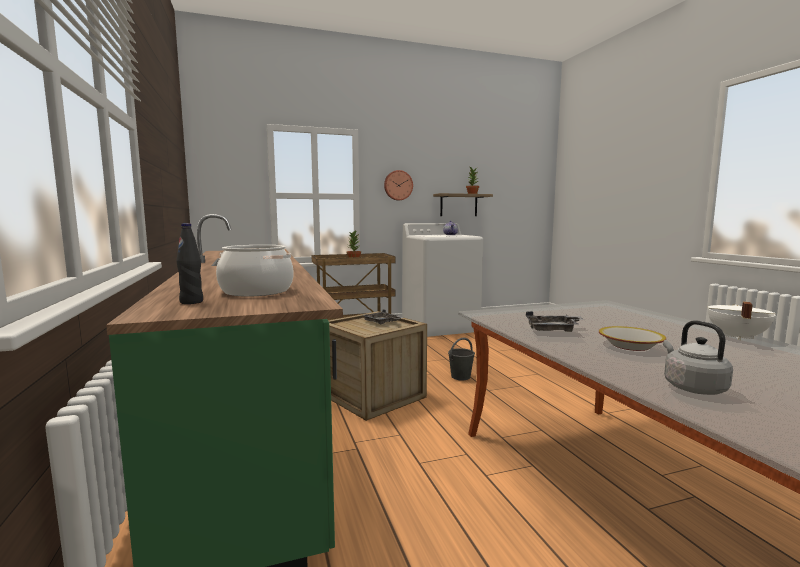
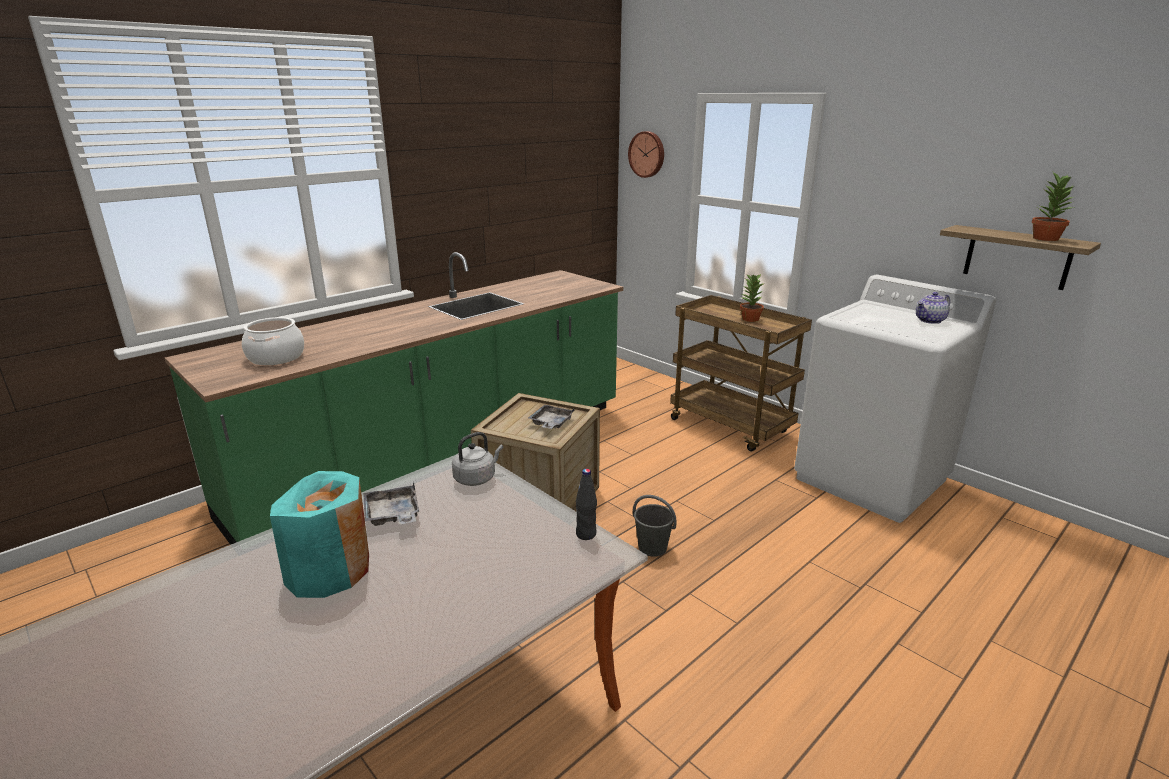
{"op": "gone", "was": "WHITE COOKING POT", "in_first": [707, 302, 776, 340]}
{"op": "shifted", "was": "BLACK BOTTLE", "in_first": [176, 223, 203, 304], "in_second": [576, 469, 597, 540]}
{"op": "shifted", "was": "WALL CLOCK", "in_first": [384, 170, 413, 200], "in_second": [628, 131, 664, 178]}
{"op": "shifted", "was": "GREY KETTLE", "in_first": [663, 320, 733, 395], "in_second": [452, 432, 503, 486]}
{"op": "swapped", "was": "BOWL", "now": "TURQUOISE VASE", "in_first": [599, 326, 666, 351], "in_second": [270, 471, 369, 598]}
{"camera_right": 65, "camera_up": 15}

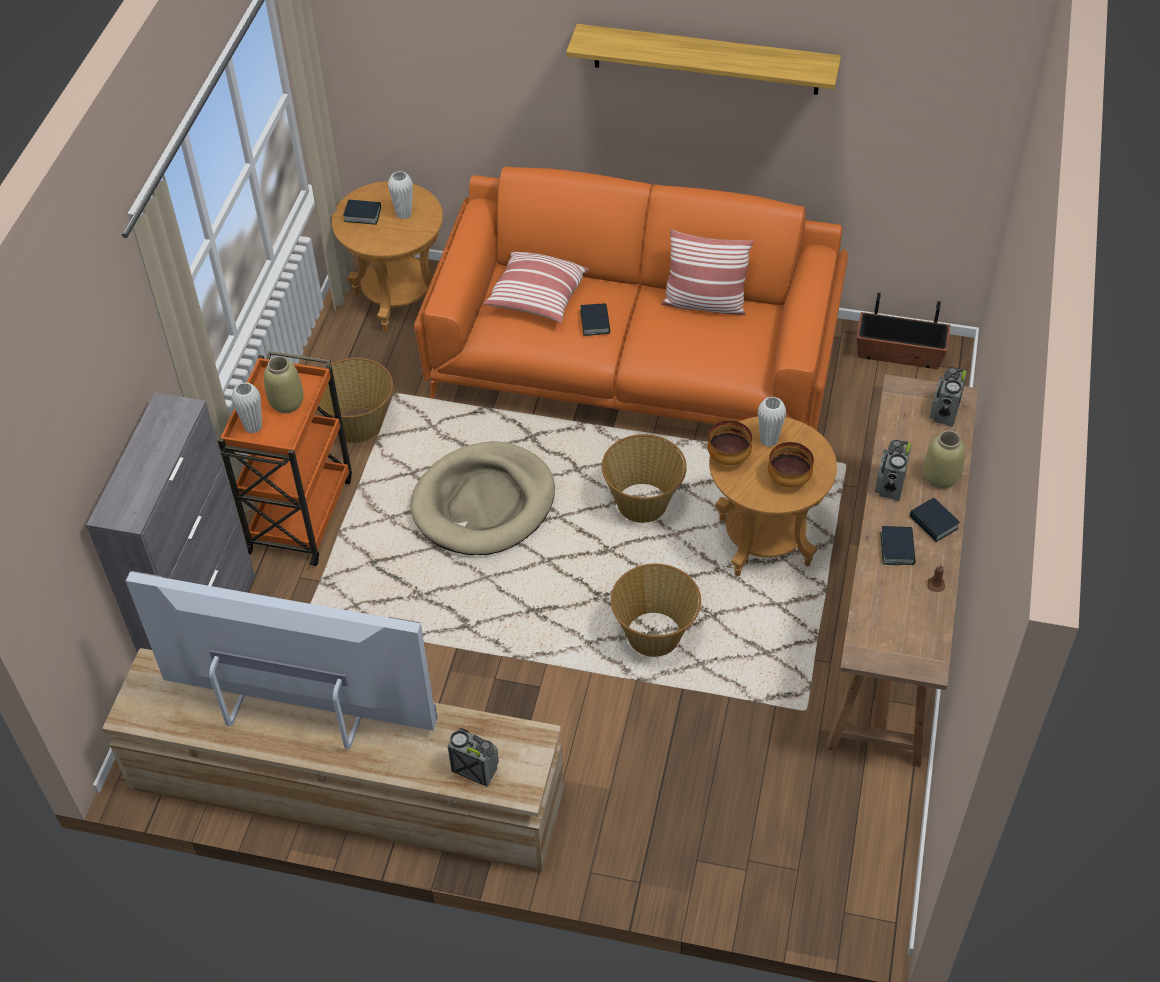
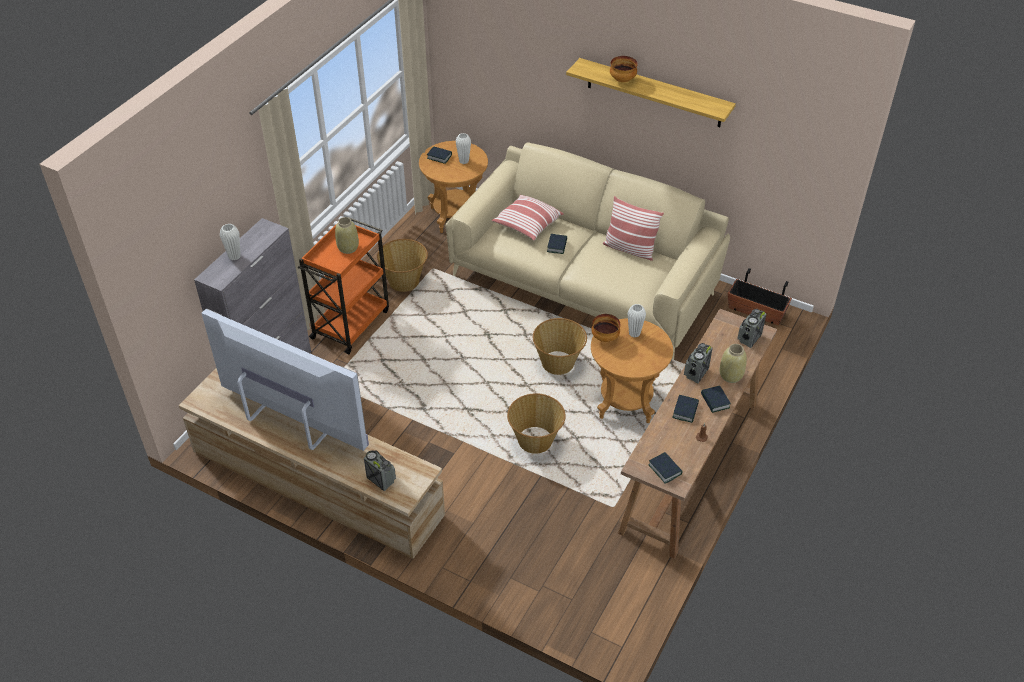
{"op": "gone", "was": "BEIGE DOG BED", "in_first": [410, 442, 555, 555]}
{"op": "new", "now": "BOOK", "in_second": [648, 452, 682, 484]}
{"op": "shifted", "was": "WHITE VASE", "in_first": [232, 382, 262, 434], "in_second": [220, 224, 241, 260]}
{"op": "shifted", "was": "BOWL", "in_first": [768, 442, 814, 487], "in_second": [610, 56, 638, 82]}
{"op": "repainted", "was": "ORANGE SOFA", "now": "BEIGE SOFA", "in_first": [414, 166, 848, 431], "in_second": [446, 142, 730, 360]}
{"camera_right": 15, "camera_up": -5}

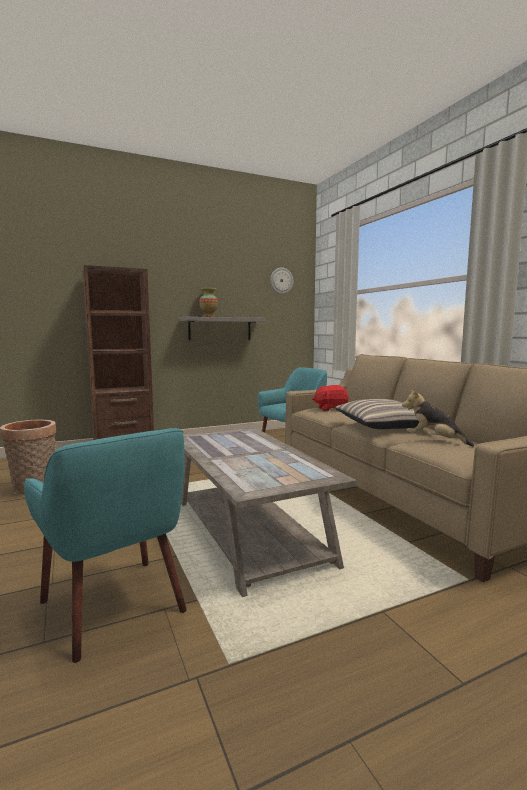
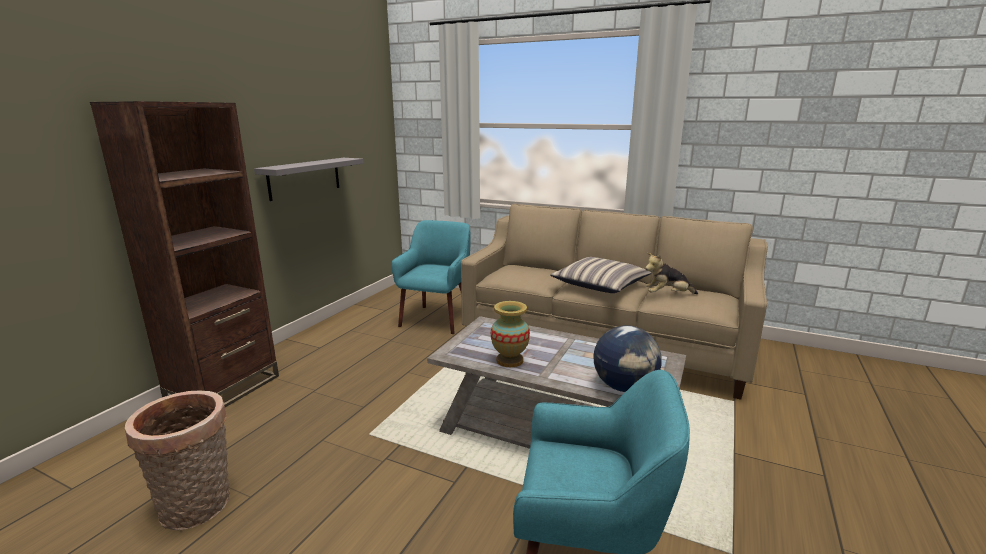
{"op": "gone", "was": "WALL CLOCK", "in_first": [270, 267, 293, 294]}
{"op": "gone", "was": "RED PLUSH TOY", "in_first": [312, 385, 349, 411]}
{"op": "new", "now": "GLOBE", "in_second": [593, 326, 662, 392]}
{"op": "shifted", "was": "VASE", "in_first": [199, 287, 218, 317], "in_second": [491, 301, 530, 367]}
{"camera_right": -40, "camera_up": 10}

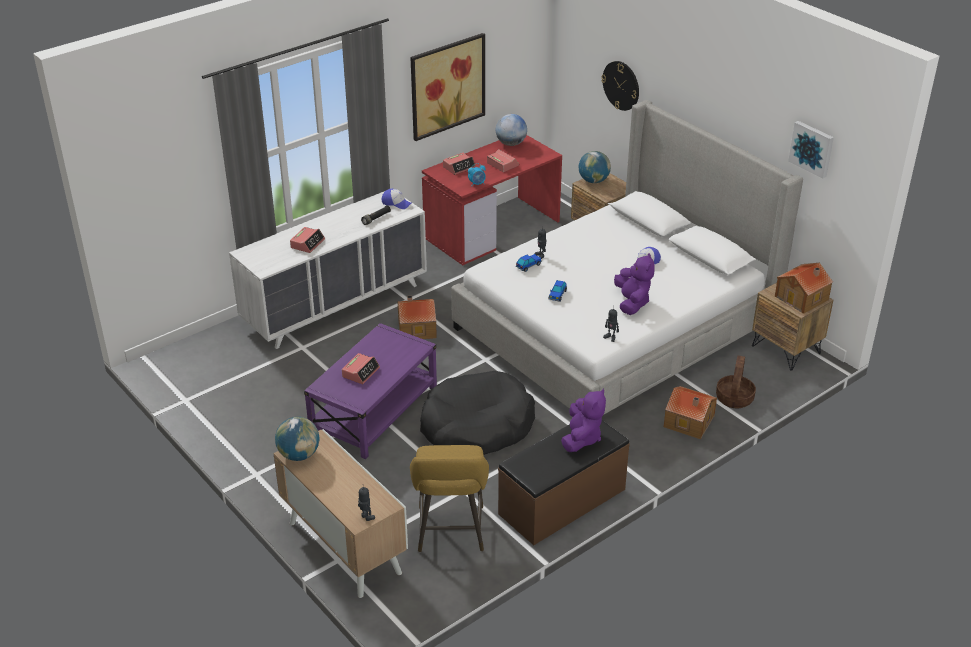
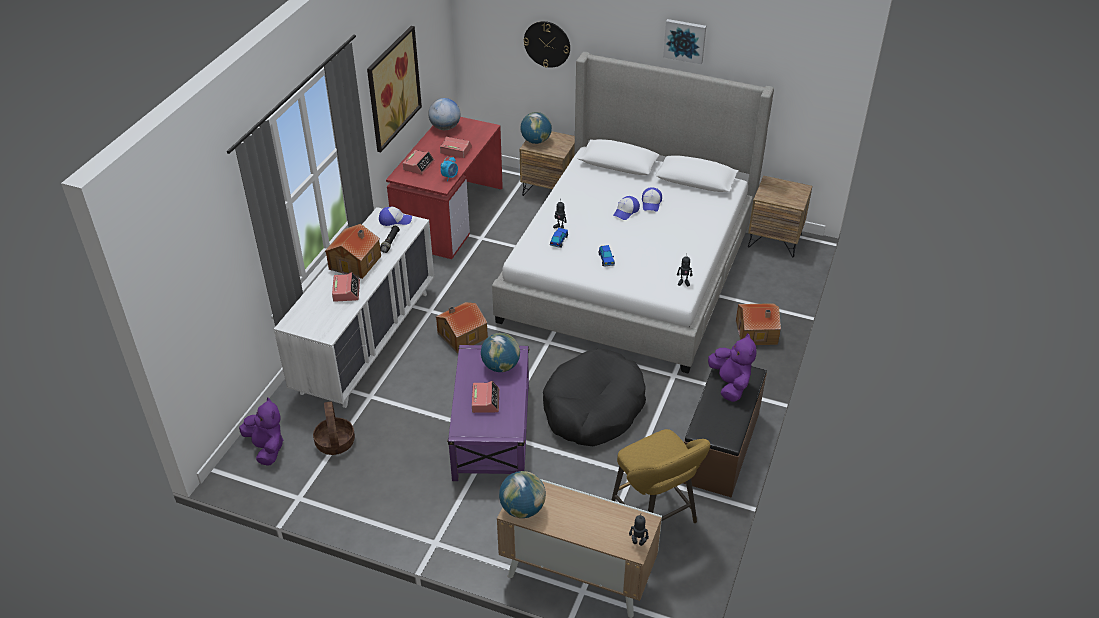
{"op": "new", "now": "GLOBE", "in_second": [481, 333, 520, 372]}
{"op": "new", "now": "CAP", "in_second": [613, 196, 640, 220]}
{"op": "shifted", "was": "PURPLE PLUSH TOY", "in_first": [614, 253, 655, 315], "in_second": [239, 397, 284, 466]}
{"op": "shifted", "was": "BASKET", "in_first": [716, 356, 756, 408], "in_second": [313, 401, 355, 455]}
{"op": "shifted", "was": "TOY HOUSE", "in_first": [775, 263, 833, 314], "in_second": [325, 224, 381, 279]}
{"op": "shifted", "was": "PICTURE", "in_first": [788, 121, 834, 178], "in_second": [663, 19, 706, 64]}
{"camera_right": -30, "camera_up": 5}

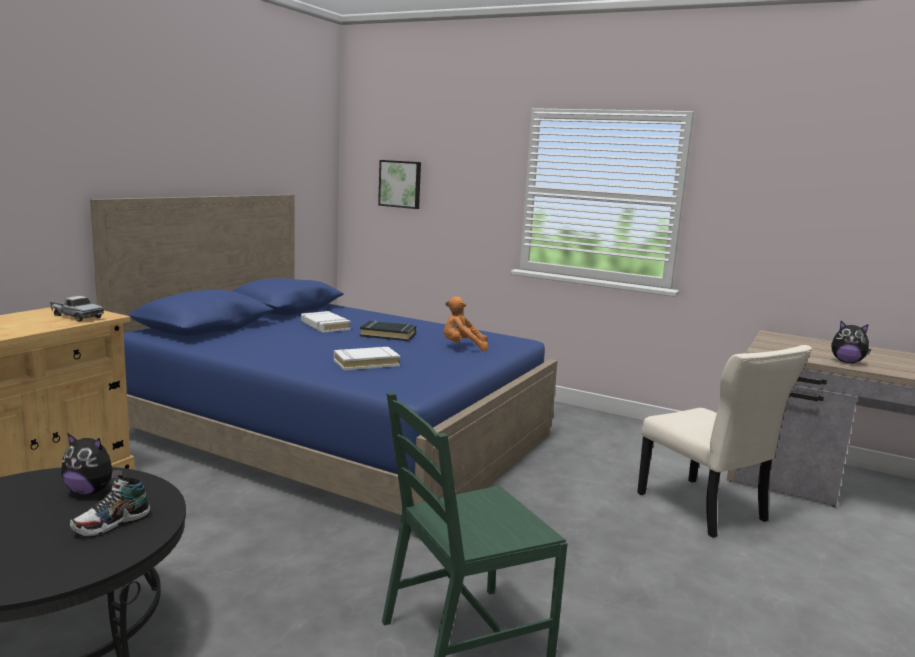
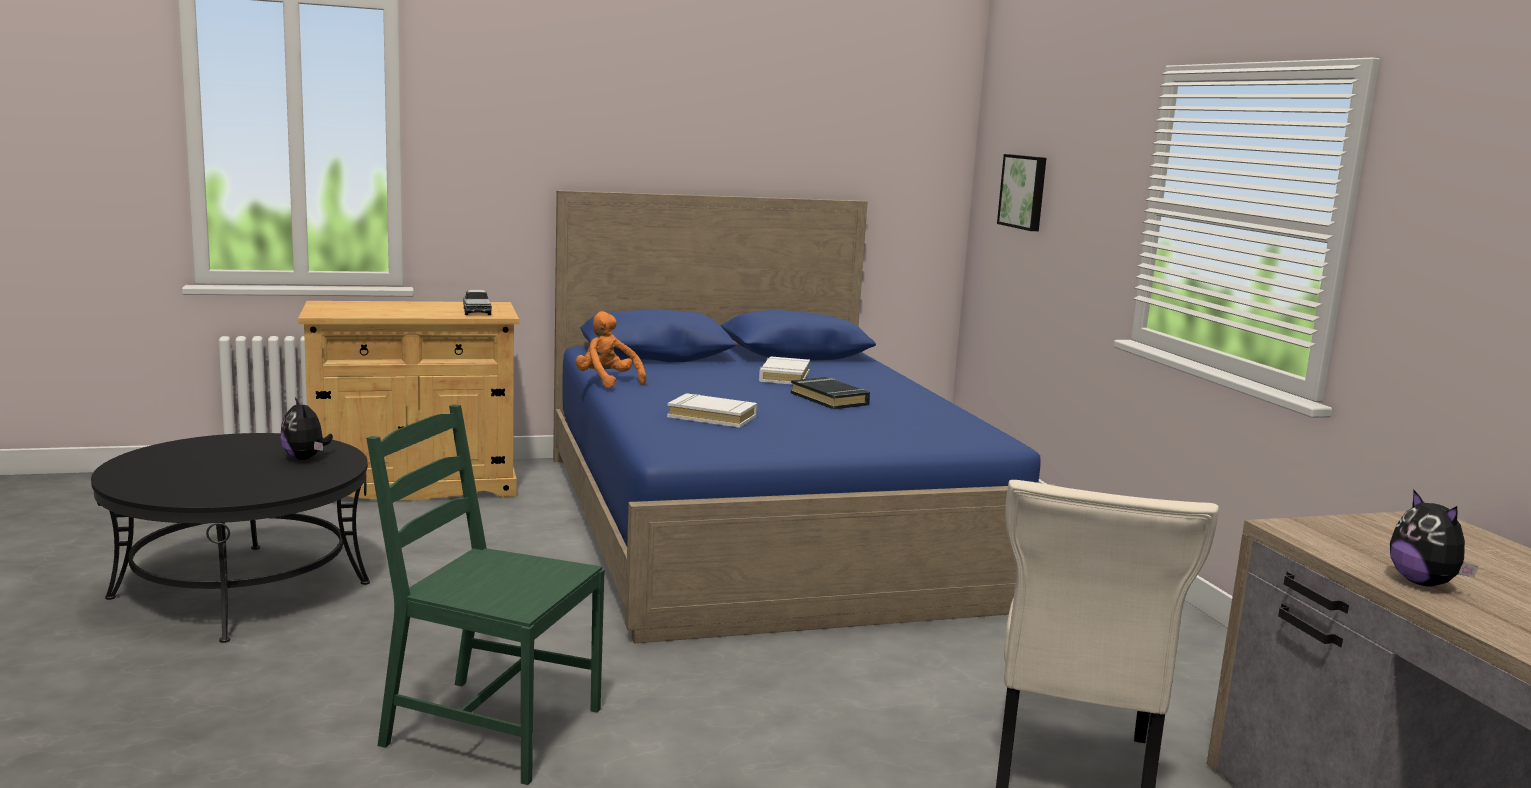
{"op": "gone", "was": "SHOE", "in_first": [70, 475, 150, 537]}
{"op": "shifted", "was": "ORANGE PLUSH TOY", "in_first": [444, 296, 488, 351], "in_second": [575, 311, 647, 388]}
{"camera_right": 45, "camera_up": 0}

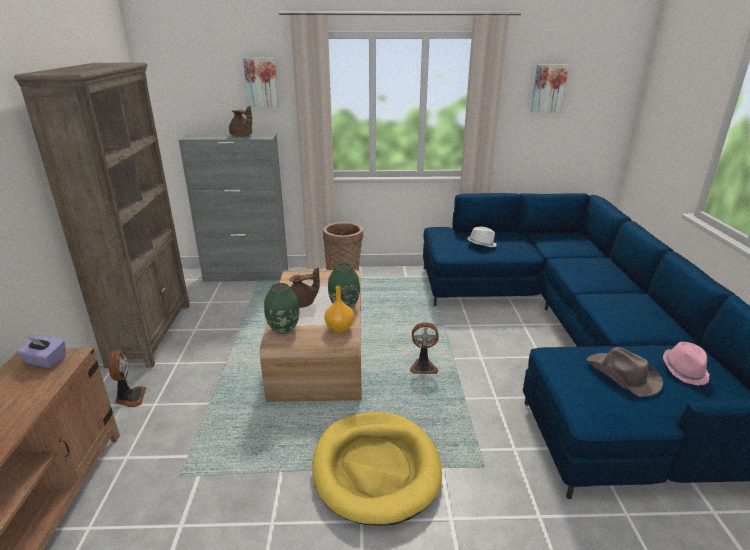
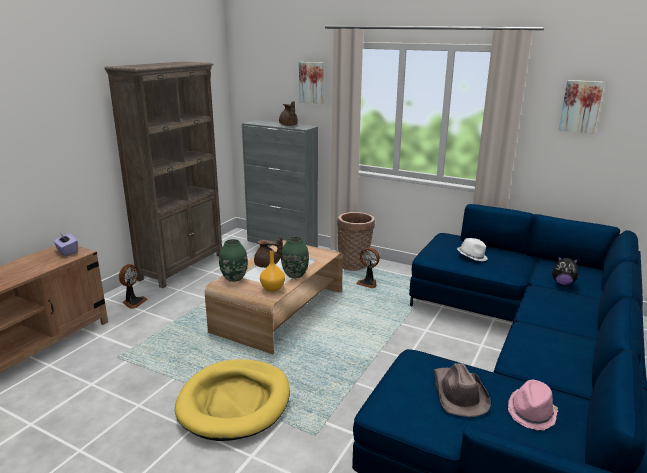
{"op": "new", "now": "PLUSH TOY", "in_second": [552, 256, 579, 285]}
{"op": "shifted", "was": "FAN", "in_first": [410, 322, 439, 374], "in_second": [356, 247, 380, 288]}
{"camera_right": 30, "camera_up": -5}

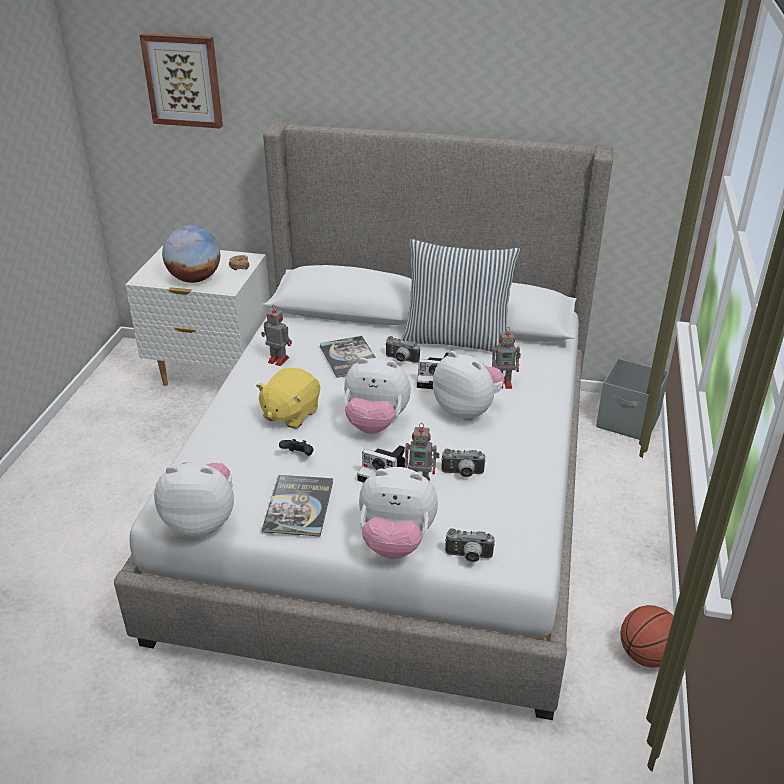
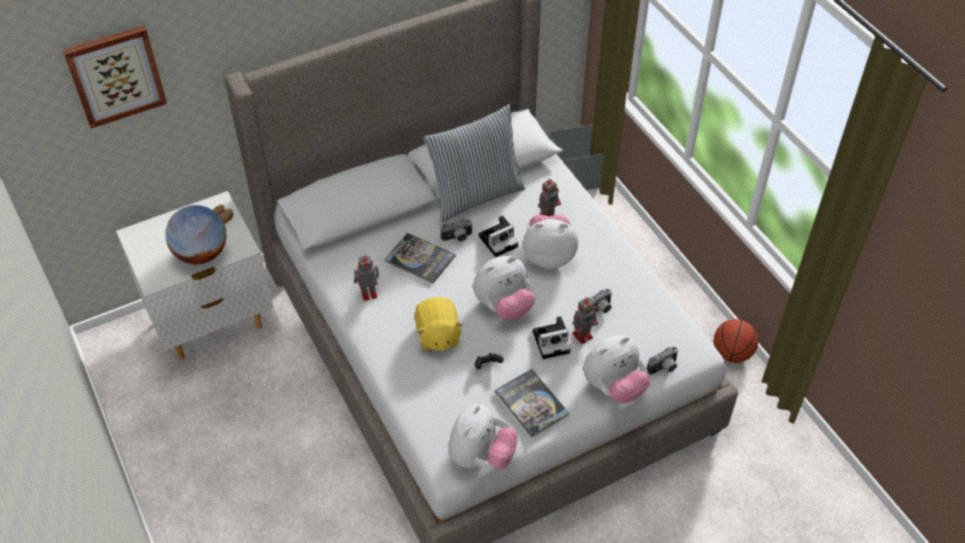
{"op": "rotated", "was": "PLUSH TOY", "in_first": [154, 462, 234, 535], "in_second": [449, 404, 518, 470], "clockwise": 150}
{"camera_right": -40, "camera_up": 15}

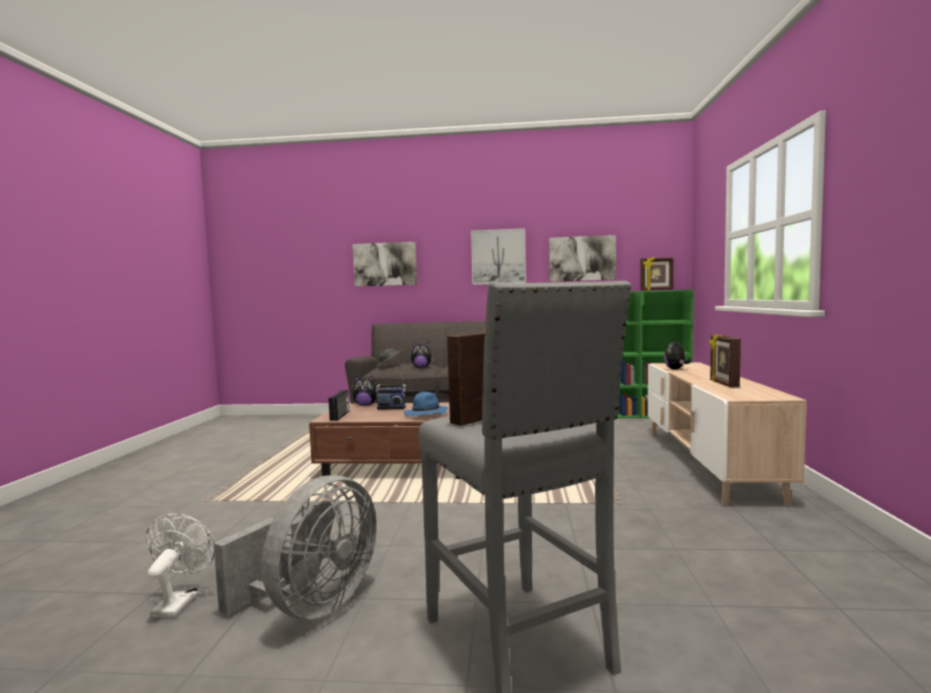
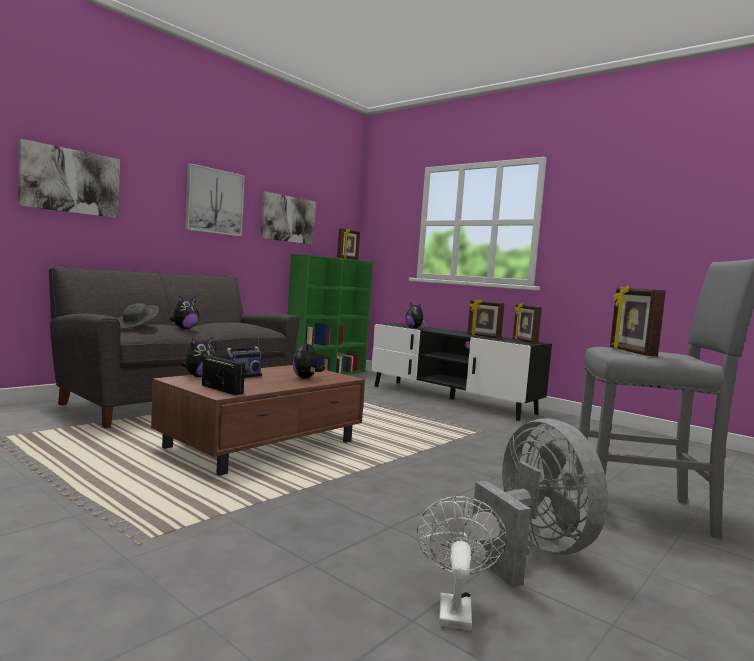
{"op": "new", "now": "PICTURE FRAME", "in_second": [513, 303, 542, 343]}
{"op": "swapped", "was": "BLUE HAT", "now": "PLUSH TOY", "in_first": [404, 392, 448, 416], "in_second": [293, 339, 325, 378]}
{"op": "repainted", "was": "BEIGE TV STAND", "now": "BLACK TV STAND", "in_first": [648, 363, 807, 506], "in_second": [371, 323, 552, 421]}
{"op": "rotated", "was": "WHITE FAN", "in_first": [146, 513, 214, 618], "in_second": [417, 496, 507, 630], "clockwise": 60}
{"camera_right": -55, "camera_up": 0}

